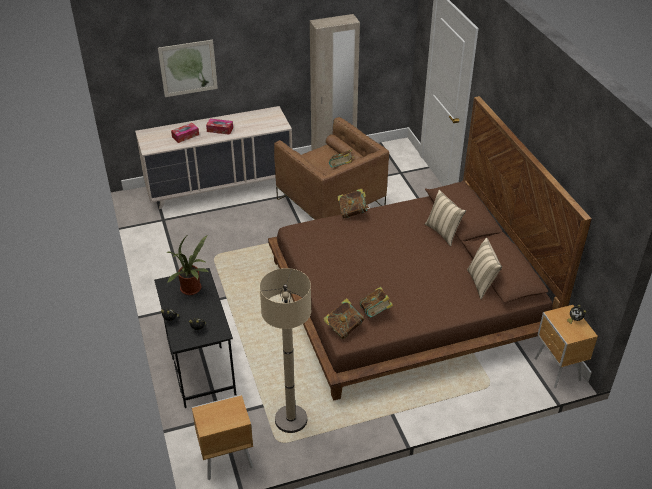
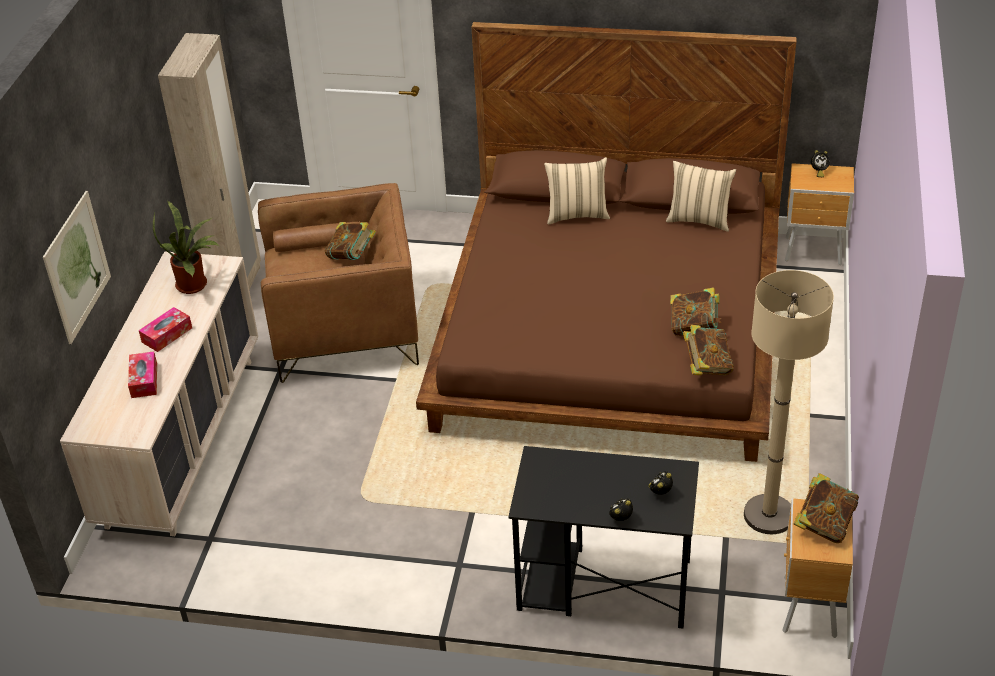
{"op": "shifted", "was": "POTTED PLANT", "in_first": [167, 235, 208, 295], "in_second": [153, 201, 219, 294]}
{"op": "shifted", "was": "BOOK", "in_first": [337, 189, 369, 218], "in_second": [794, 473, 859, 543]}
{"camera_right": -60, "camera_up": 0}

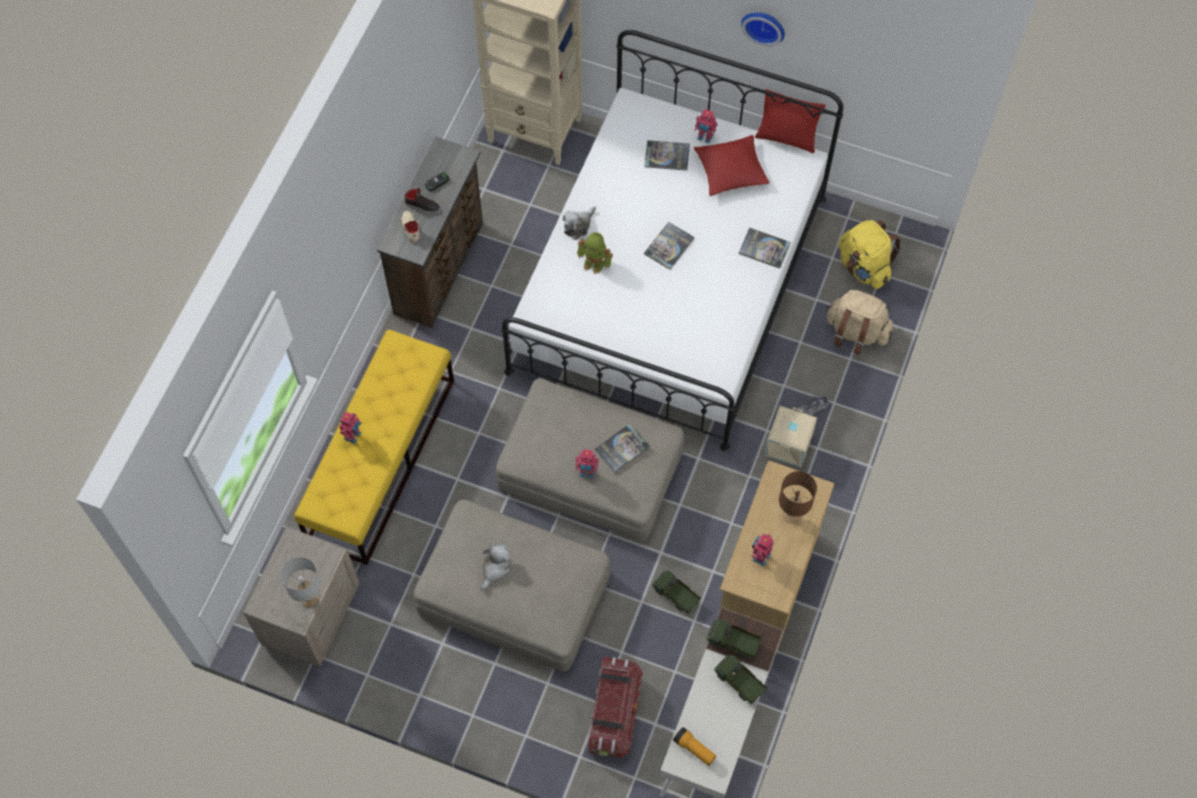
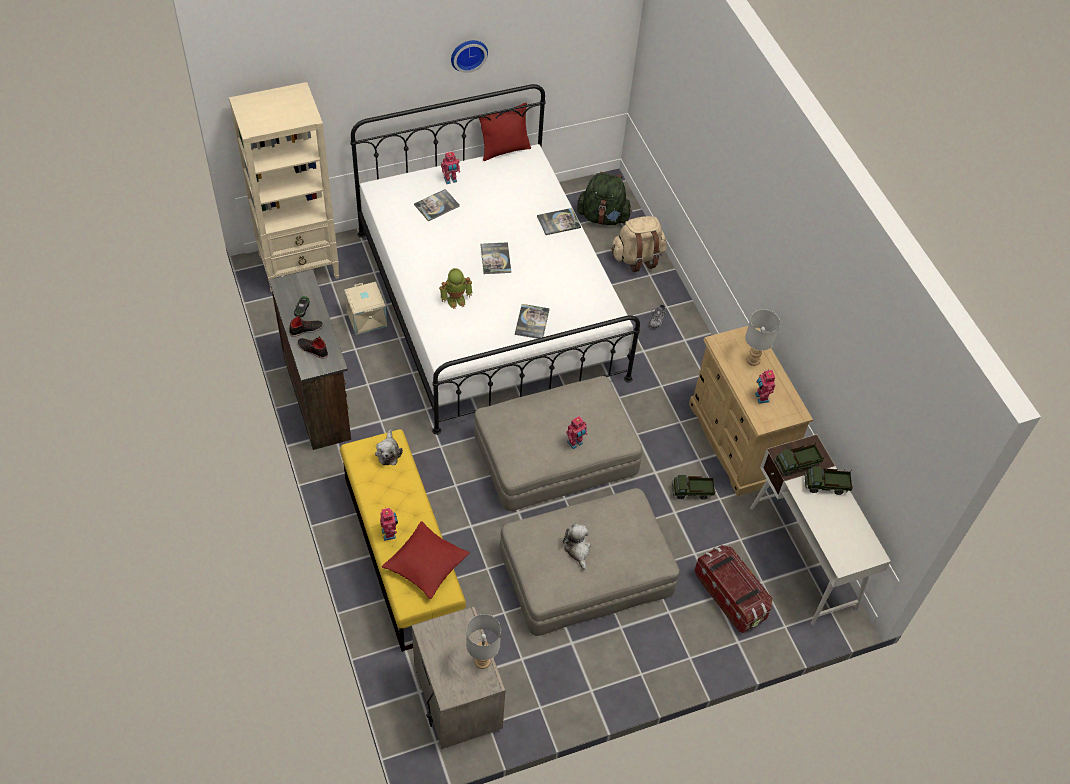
{"op": "gone", "was": "FLASHLIGHT", "in_first": [673, 727, 716, 766]}
{"op": "shifted", "was": "PLUSH TOY", "in_first": [562, 206, 596, 240], "in_second": [375, 429, 403, 465]}
{"op": "shifted", "was": "BOOK", "in_first": [595, 423, 651, 473], "in_second": [515, 304, 550, 339]}
{"op": "shifted", "was": "RED PILLOW", "in_first": [694, 135, 769, 196], "in_second": [382, 521, 469, 599]}
{"op": "shifted", "was": "BEIGE STORAGE BOX", "in_first": [764, 406, 817, 468], "in_second": [344, 282, 387, 335]}
{"op": "repainted", "was": "BEIGE SHOE", "now": "BLACK SHOE", "in_first": [401, 211, 420, 244], "in_second": [298, 336, 328, 359]}
{"op": "repainted", "was": "BROWN TABLE LAMP", "now": "GREY TABLE LAMP", "in_first": [779, 471, 817, 524], "in_second": [745, 309, 780, 366]}
{"op": "repainted", "was": "YELLOW BACKPACK", "now": "GREEN BACKPACK", "in_first": [838, 220, 902, 289], "in_second": [577, 172, 632, 225]}
{"camera_right": -45, "camera_up": -10}

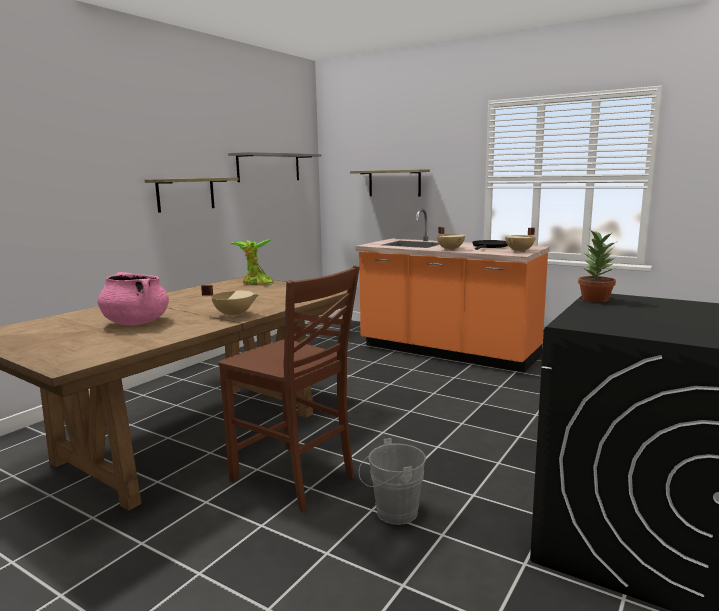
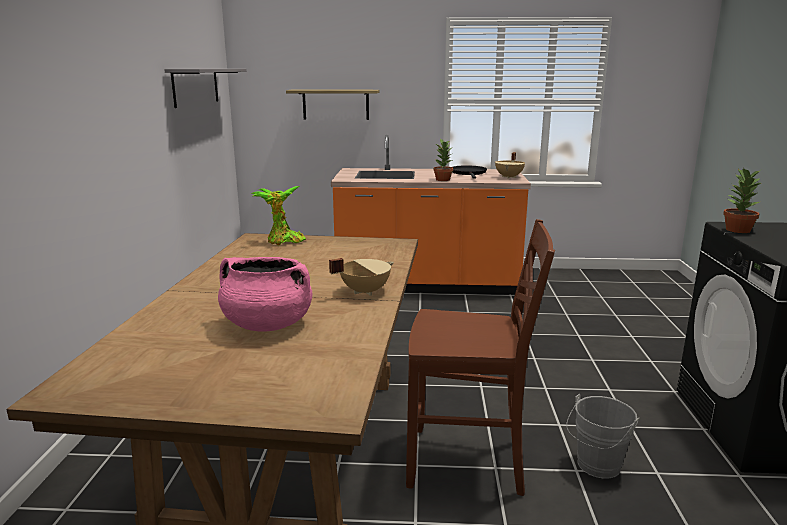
{"op": "gone", "was": "SHELF", "in_first": [145, 177, 238, 213]}
{"op": "swapped", "was": "BEIGE COOKING POT", "now": "POTTED PLANT", "in_first": [436, 227, 465, 251], "in_second": [433, 139, 453, 181]}
{"camera_right": -30, "camera_up": 5}

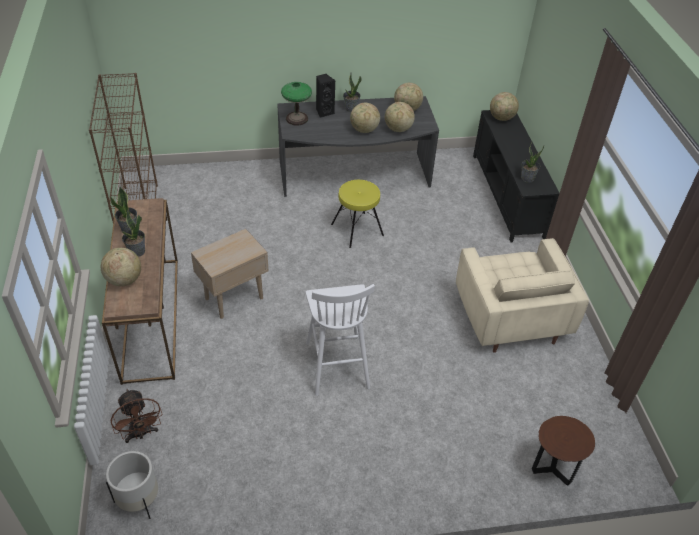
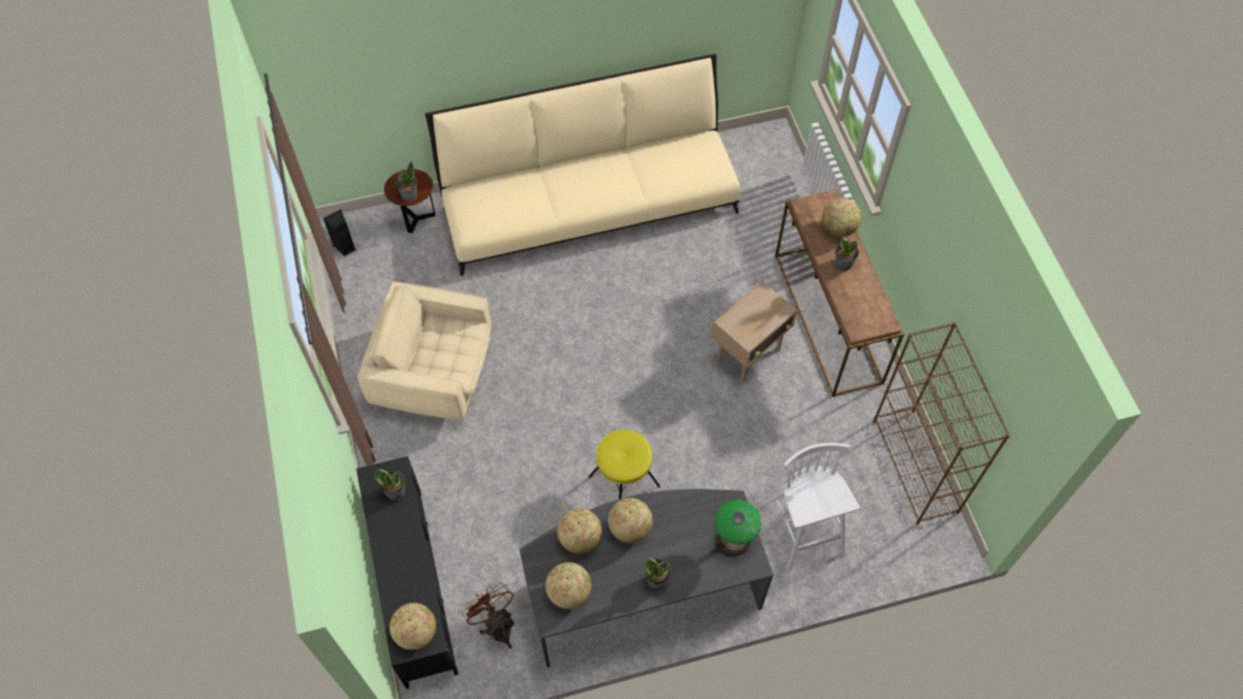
{"op": "gone", "was": "WHITE PLANTER", "in_first": [106, 451, 158, 519]}
{"op": "new", "now": "BEIGE SOFA", "in_second": [425, 54, 741, 276]}
{"op": "shifted", "was": "POTTED PLANT", "in_first": [110, 186, 137, 232], "in_second": [395, 161, 418, 201]}
{"op": "shifted", "was": "BROWN FAN", "in_first": [111, 389, 162, 443], "in_second": [462, 583, 515, 649]}
{"op": "shifted", "was": "WHITE STOOL", "in_first": [305, 284, 375, 396], "in_second": [760, 443, 860, 573]}
{"op": "shifted", "was": "BLACK SPEAKER", "in_first": [316, 74, 336, 118], "in_second": [323, 209, 356, 256]}
{"op": "rotated", "was": "BEIGE ARMCHAIR", "in_first": [456, 238, 589, 353], "in_second": [357, 281, 492, 420], "clockwise": -60}
{"camera_right": 175, "camera_up": 15}

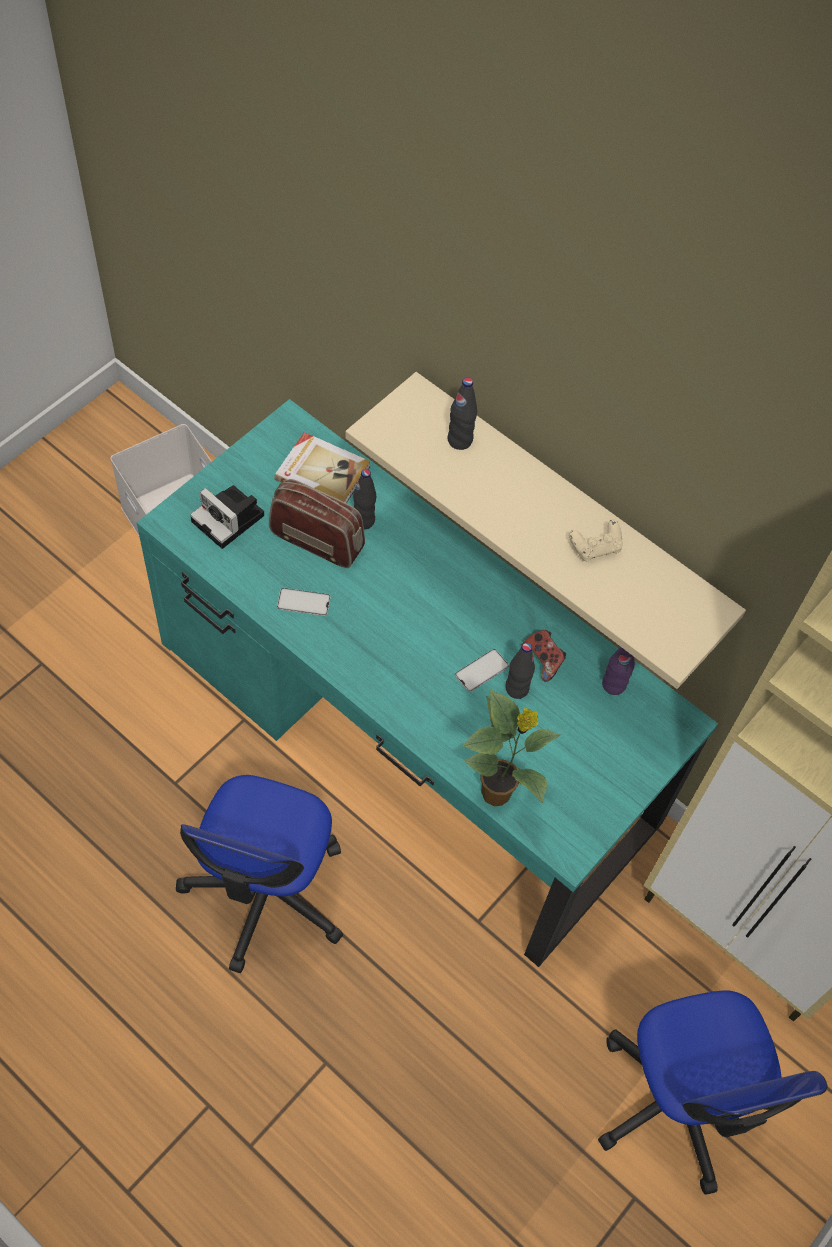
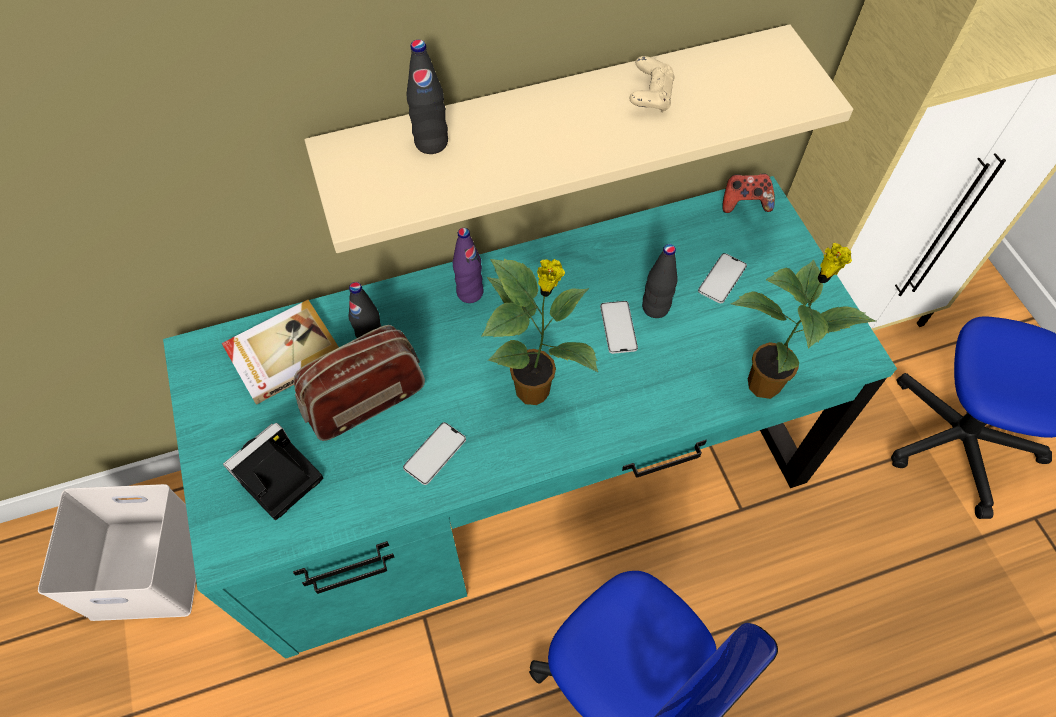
{"op": "new", "now": "POTTED PLANT", "in_second": [481, 259, 598, 405]}
{"op": "new", "now": "PHONE", "in_second": [698, 253, 747, 303]}
{"op": "shifted", "was": "GAME CONTROLLER", "in_first": [521, 630, 566, 682], "in_second": [722, 174, 775, 213]}
{"op": "shifted", "was": "PURPLE BOTTLE", "in_first": [602, 647, 635, 695], "in_second": [453, 228, 484, 303]}
{"op": "rotated", "was": "PHOTO CAMERA", "in_first": [190, 485, 264, 549], "in_second": [223, 423, 323, 520], "clockwise": 150}
{"camera_right": -55, "camera_up": 0}

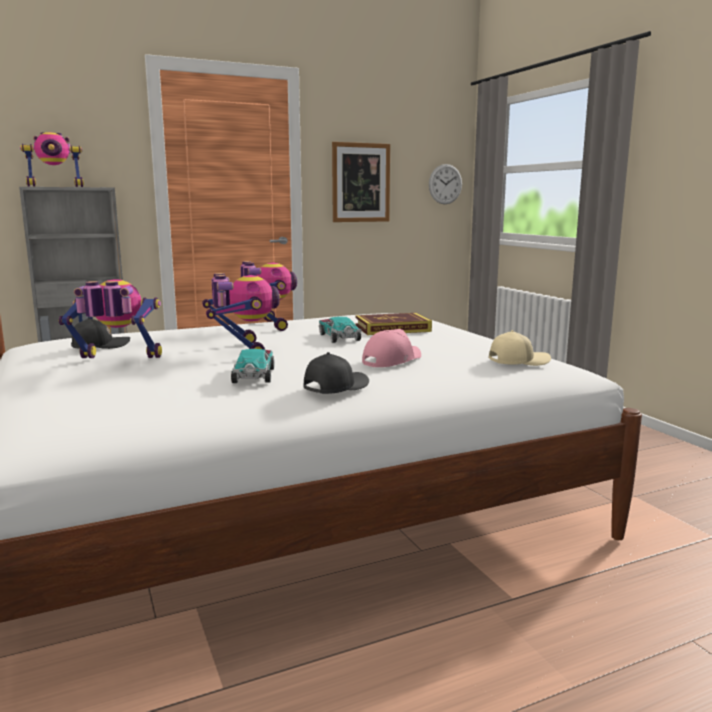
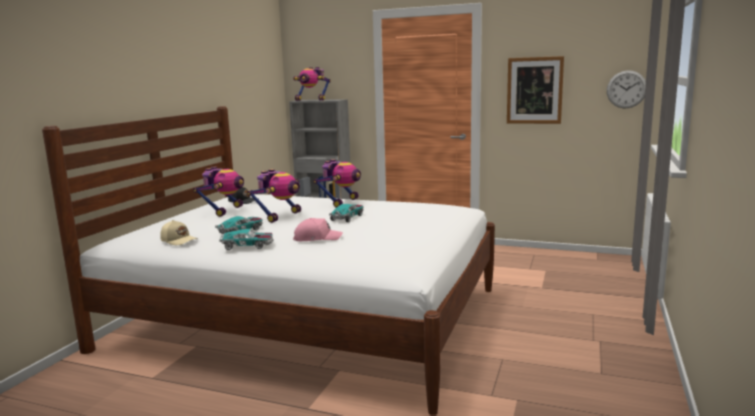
{"op": "gone", "was": "BOOK", "in_first": [355, 313, 432, 335]}
{"op": "shifted", "was": "BEIGE CAP", "in_first": [489, 330, 551, 366], "in_second": [160, 220, 198, 245]}
{"op": "swapped", "was": "BLACK CAP", "now": "TOY CAR", "in_first": [303, 352, 369, 394], "in_second": [219, 229, 274, 250]}
{"op": "rotated", "was": "TOY ROBOT", "in_first": [58, 279, 162, 358], "in_second": [193, 167, 244, 217], "clockwise": 60}
{"camera_right": 45, "camera_up": 0}

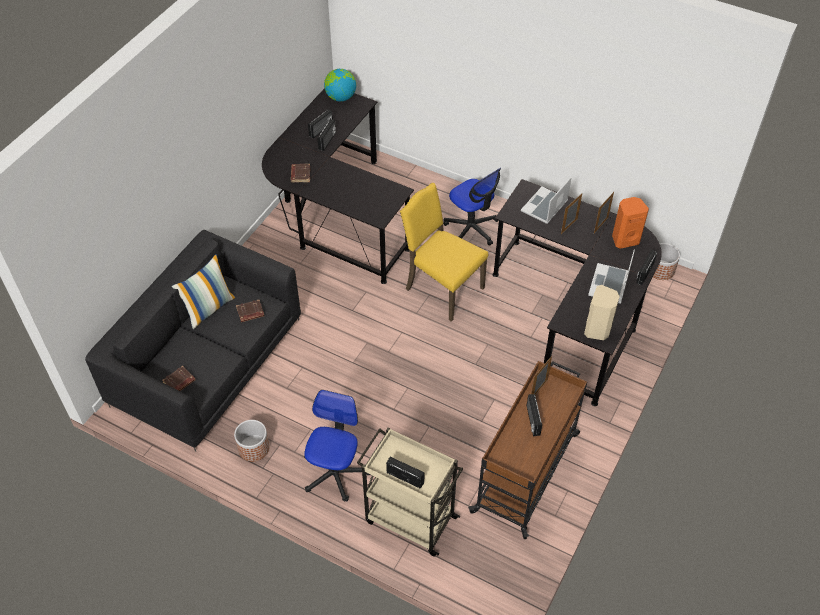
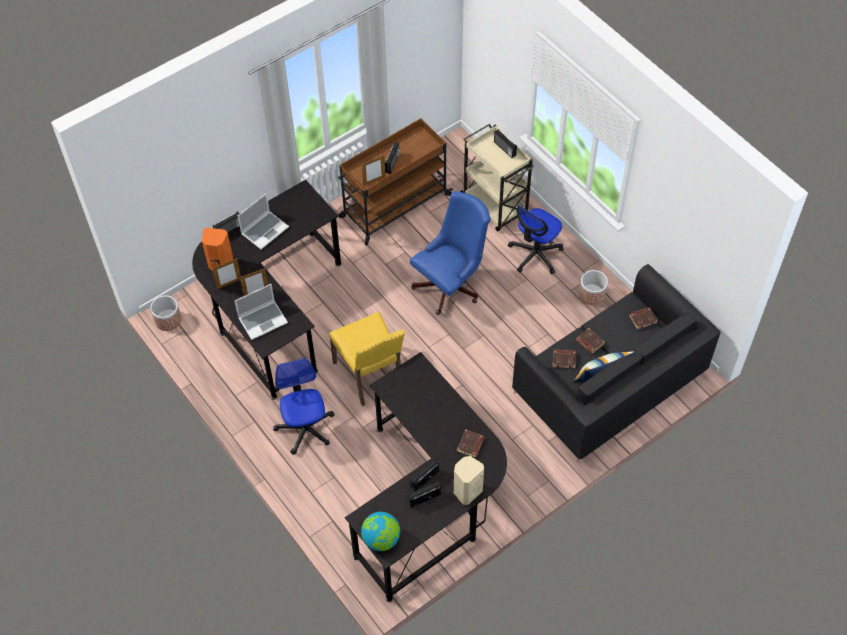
{"op": "new", "now": "BLUE OFFICE CHAIR", "in_second": [410, 191, 491, 315]}
{"op": "new", "now": "BROWN BOOK", "in_second": [576, 328, 605, 354]}
{"op": "shifted", "was": "BEIGE SPEAKER", "in_first": [584, 285, 620, 340], "in_second": [454, 456, 484, 505]}
{"camera_right": -155, "camera_up": 5}

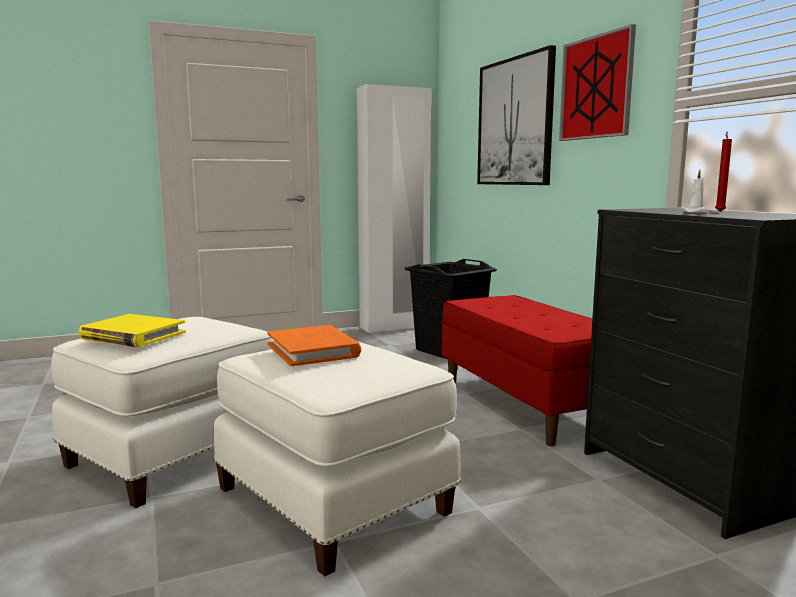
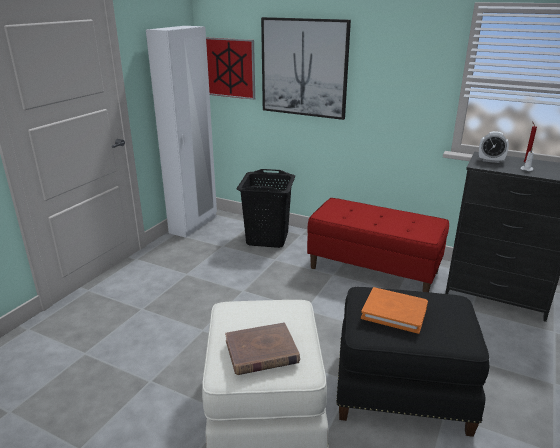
{"op": "new", "now": "ALARM CLOCK", "in_second": [479, 131, 509, 163]}
{"op": "shifted", "was": "PICTURE", "in_first": [559, 24, 636, 141], "in_second": [206, 37, 255, 100]}
{"op": "repainted", "was": "YELLOW BOOK", "now": "BROWN BOOK", "in_first": [79, 314, 186, 347], "in_second": [225, 322, 300, 375]}
{"op": "repainted", "was": "WHITE OTTOMAN", "now": "BLACK OTTOMAN", "in_first": [214, 342, 461, 576], "in_second": [336, 287, 489, 437]}
{"camera_right": -40, "camera_up": 15}

